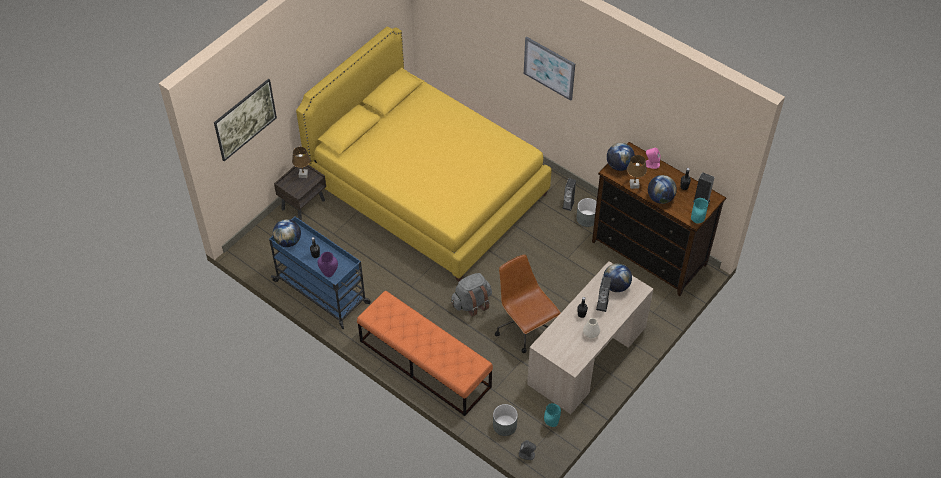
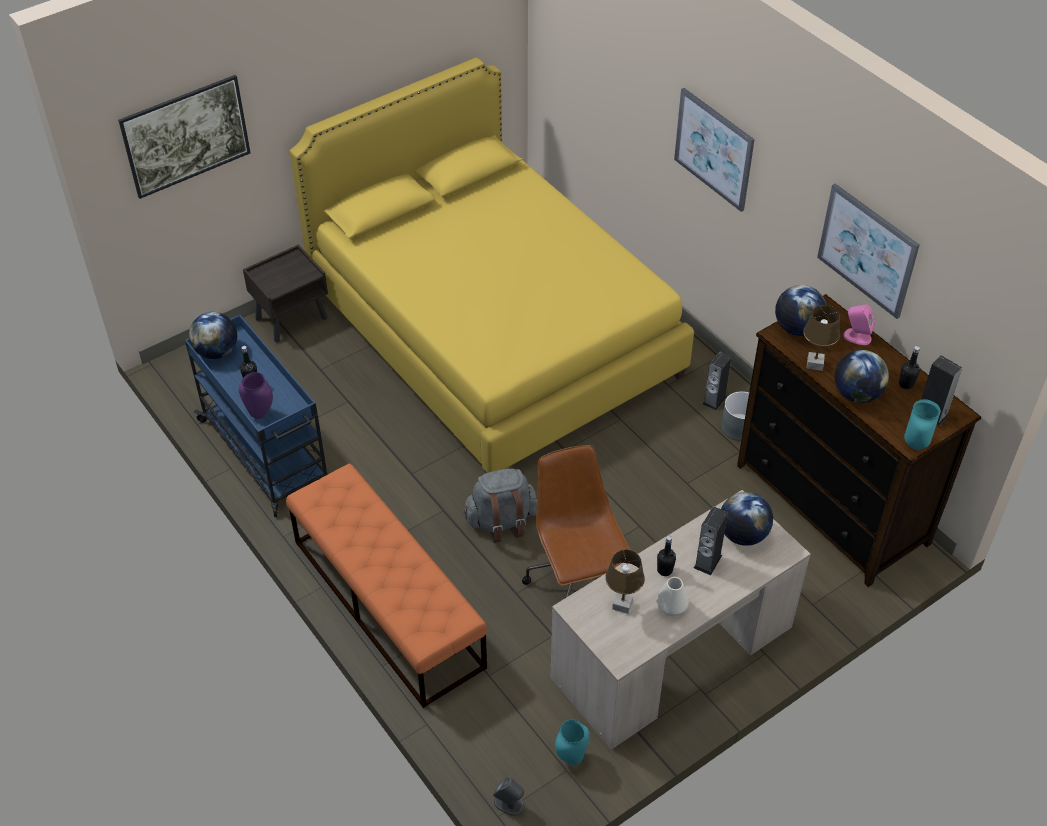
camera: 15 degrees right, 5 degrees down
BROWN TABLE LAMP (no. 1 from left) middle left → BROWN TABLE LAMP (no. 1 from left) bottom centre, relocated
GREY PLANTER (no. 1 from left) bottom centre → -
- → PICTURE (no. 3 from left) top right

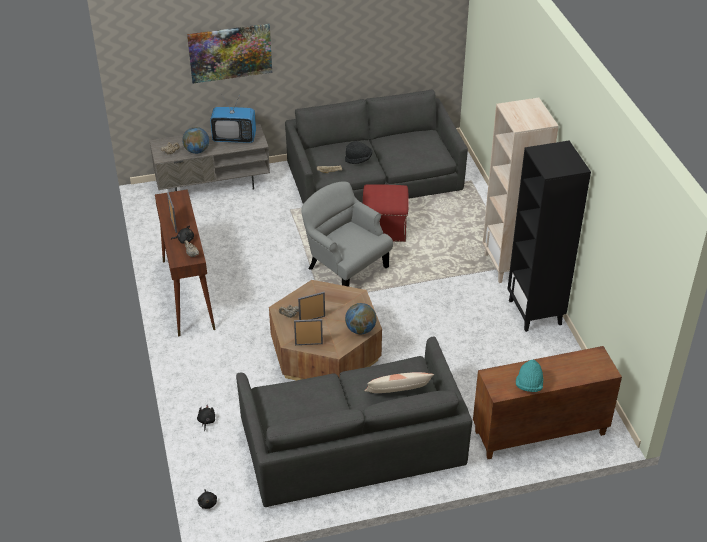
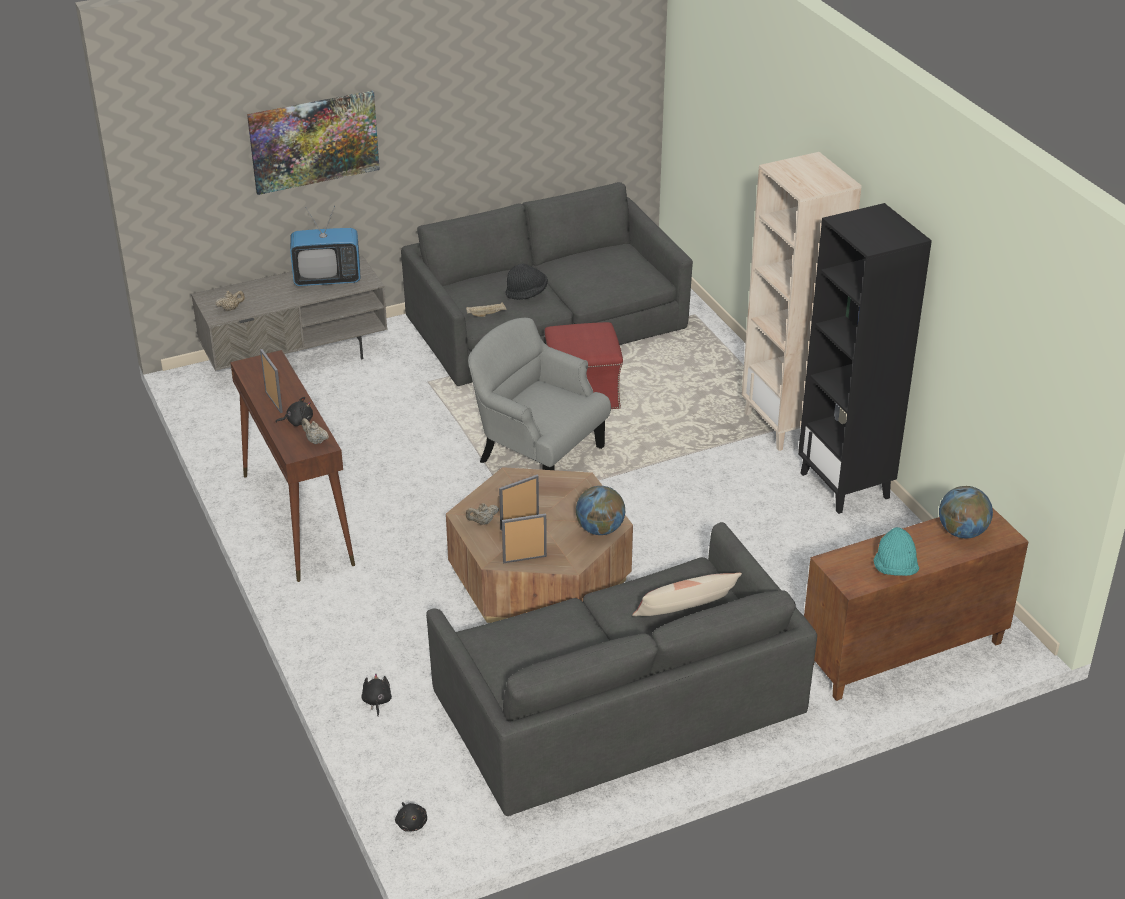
camera: 10 degrees left, 5 degrees down
GLOBE (no. 1 from left in the first image) top left → GLOBE (no. 2 from left) middle right, relocated

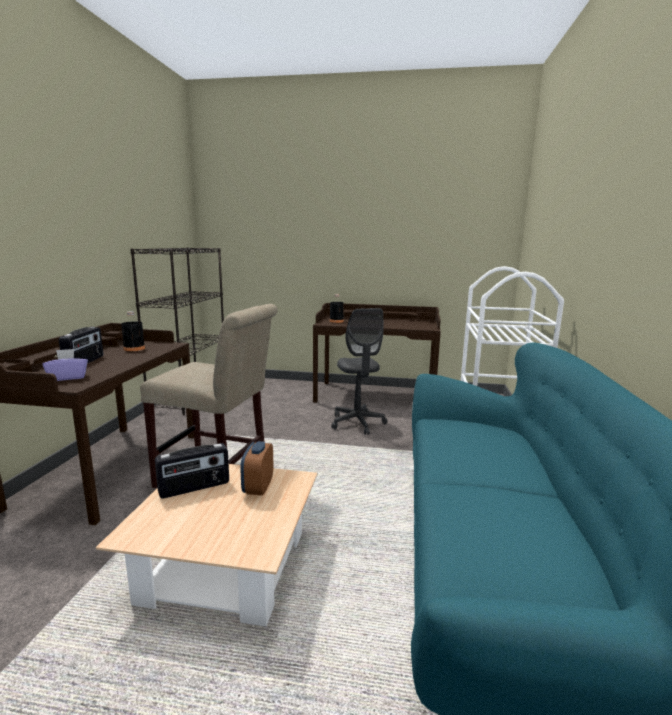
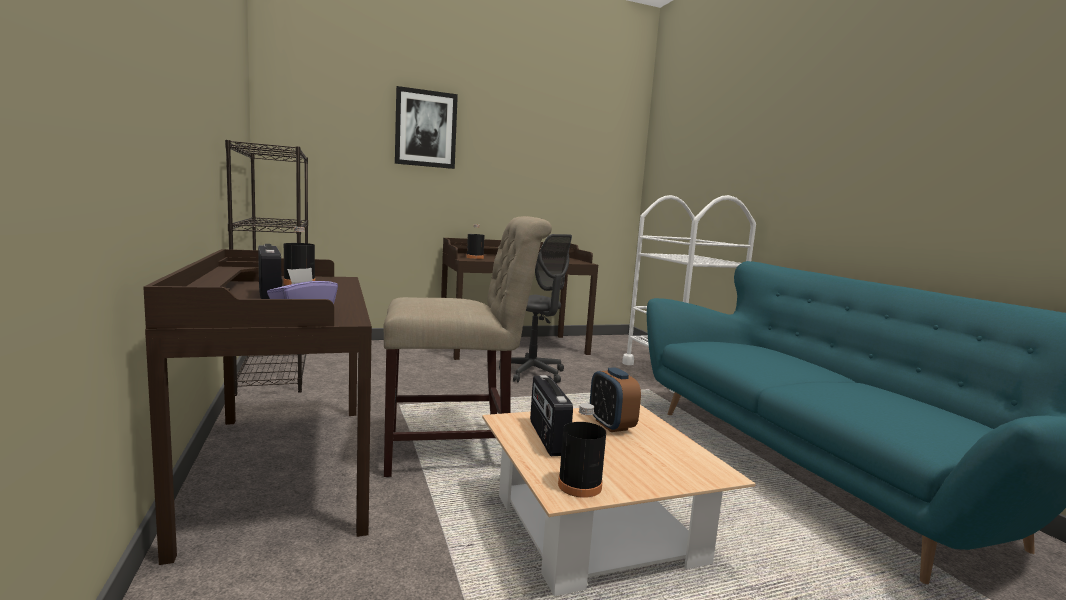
camera: 30 degrees left, 5 degrees down
RADIO (no. 2 from left) middle left → RADIO (no. 2 from left) bottom centre, 135 degrees clockwise
- → PICTURE top centre
- → BLACK BOTTLE (no. 3 from left) bottom centre

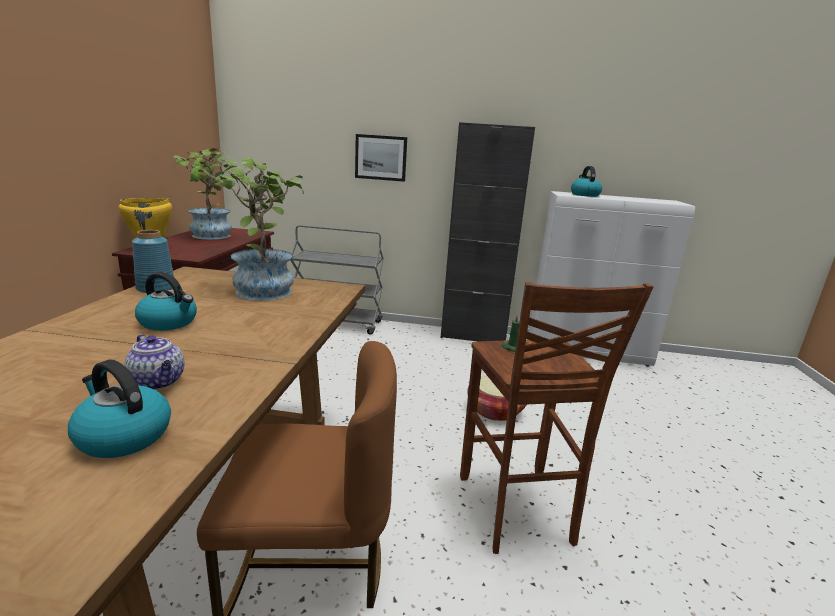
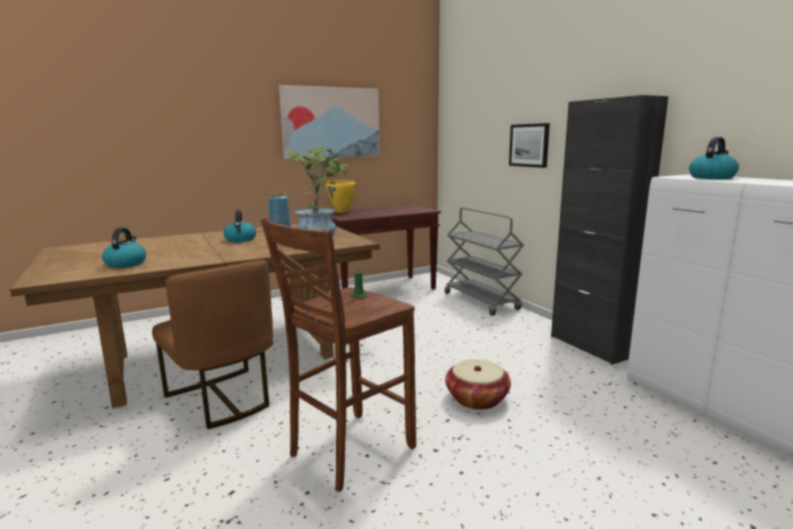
camera: 55 degrees right, 5 degrees down
POTTED PLANT (no. 1 from left) top left → -
TEAPOT middle left → -
- → PICTURE (no. 1 from left) top centre

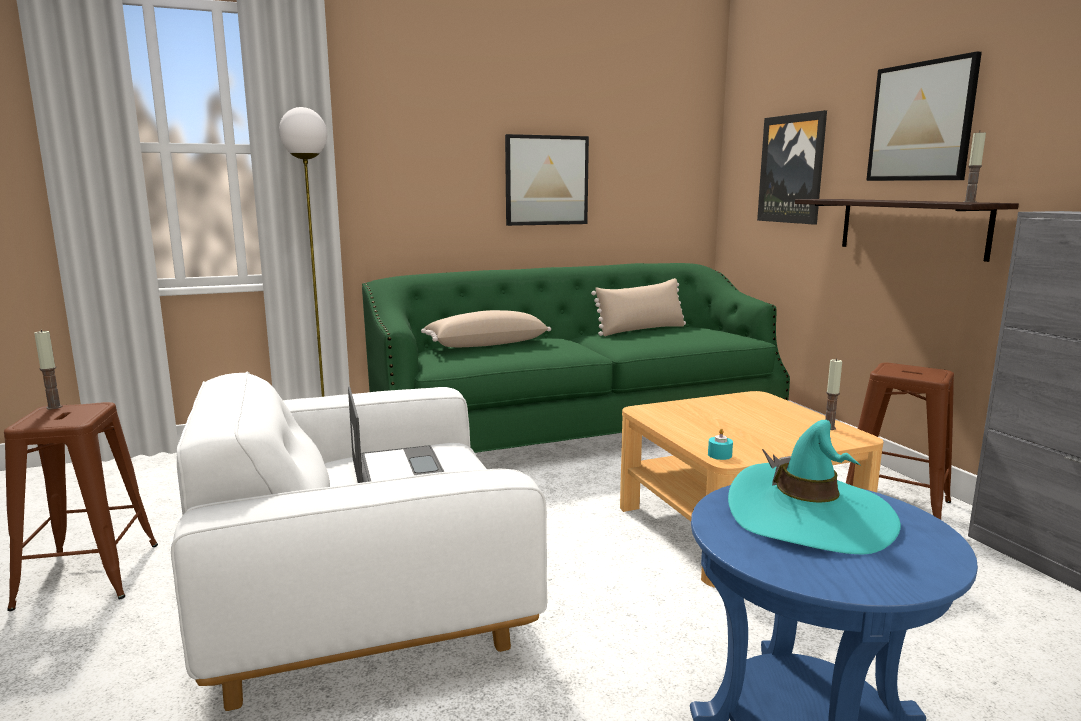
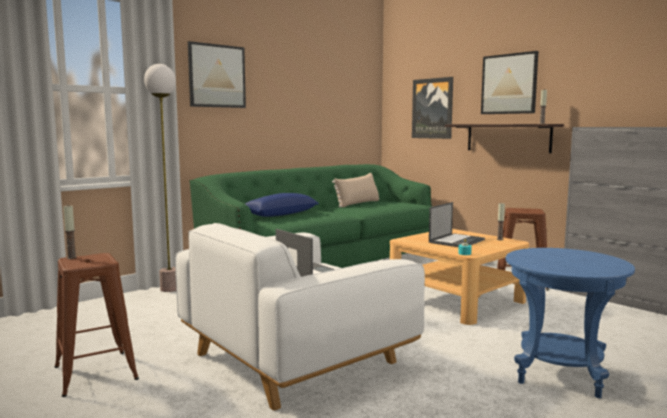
camera: 20 degrees left, 5 degrees down
PICTURE (no. 1 from left) top centre → PICTURE (no. 1 from left) top left, relocated
BEIGE PILLOW (no. 1 from left) centre → BLUE PILLOW centre
TURQUOISE HAT bottom right → -
- → LAPTOP (no. 2 from left) middle right

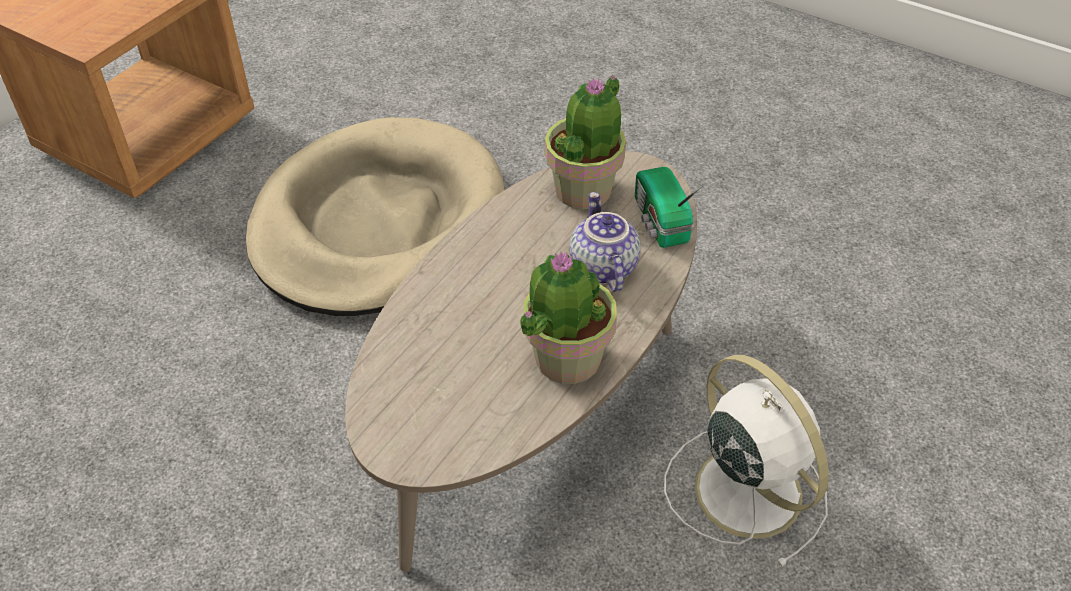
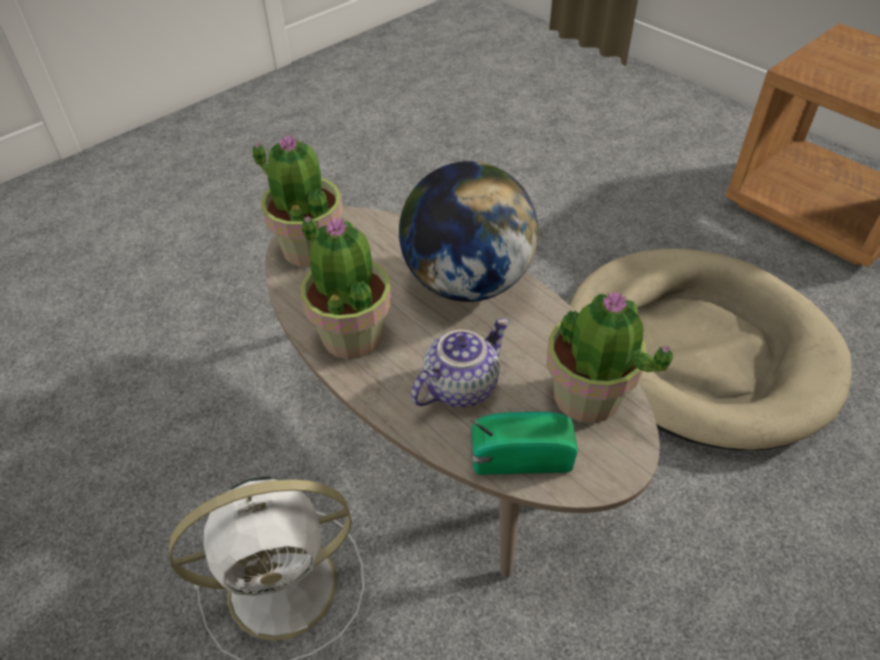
camera: 105 degrees right, 0 degrees up
TEAPOT centre, 45 degrees counterclockwise
- → POTTED PLANT (no. 1 from left) top centre
- → GLOBE centre

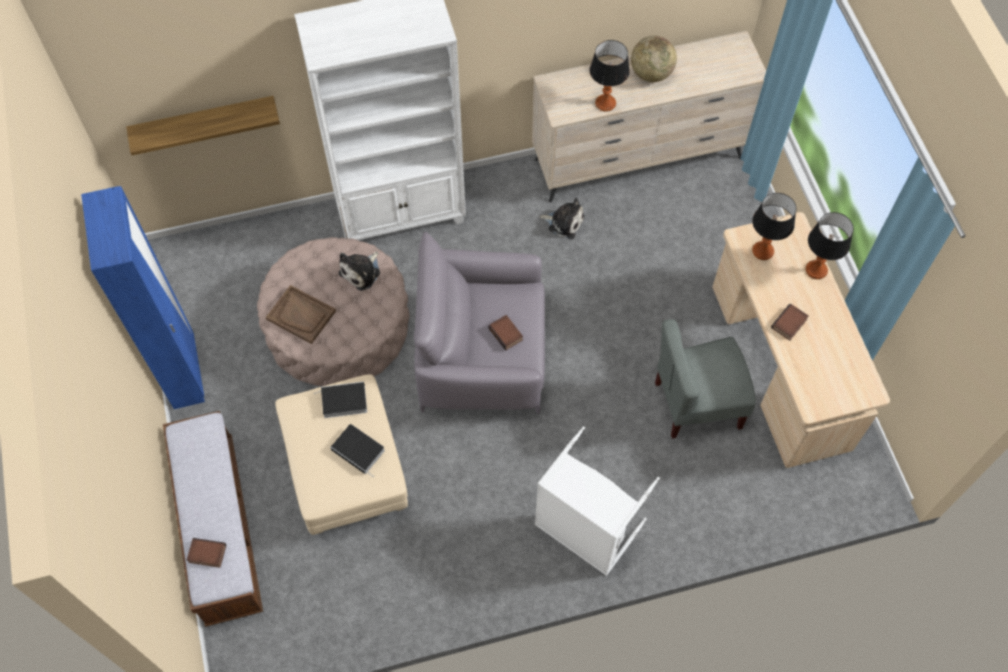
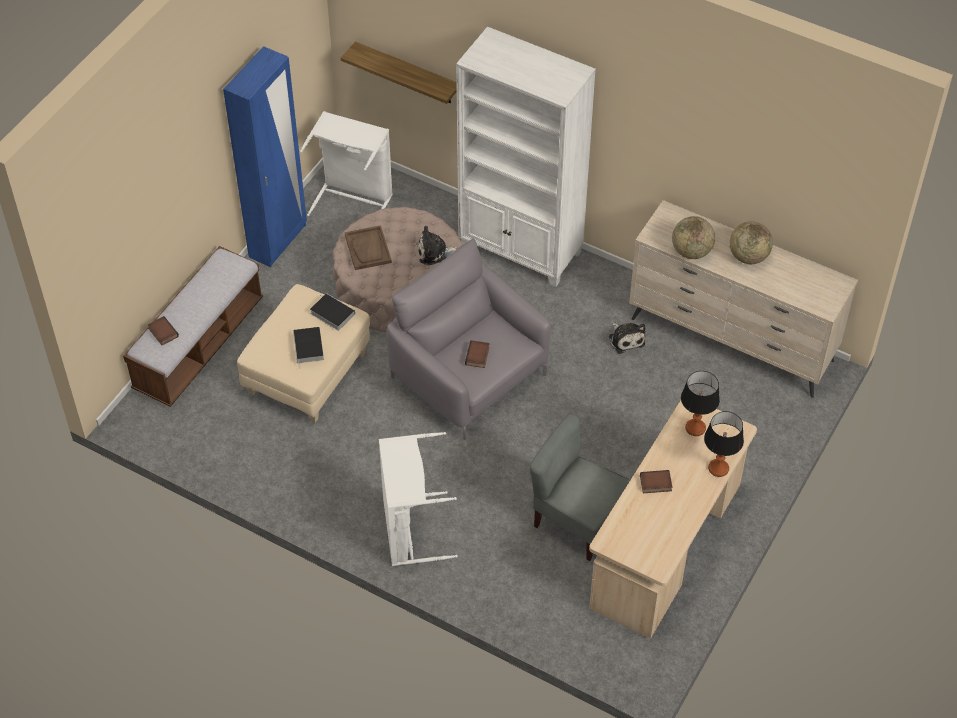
camera: 45 degrees right, 10 degrees down
TABLE LAMP (no. 1 from left) top centre → GLOBE (no. 1 from left) top right
- → WHITE LAUNDRY BASKET (no. 1 from left) top centre

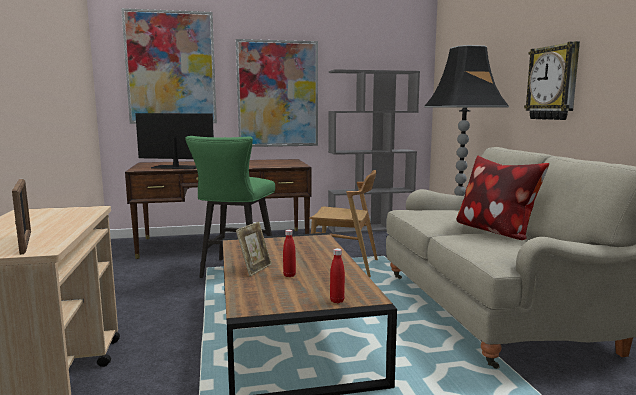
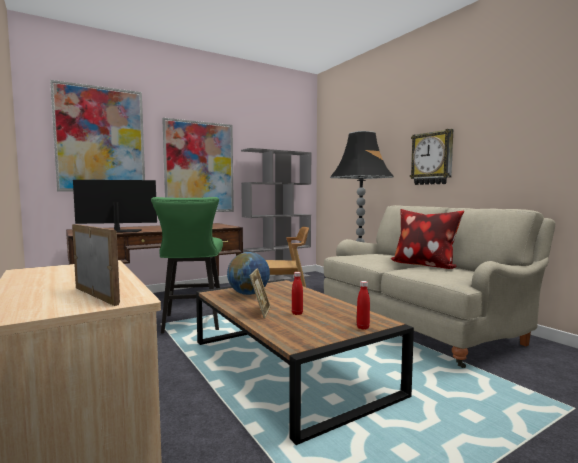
camera: 20 degrees left, 5 degrees down
- → GLOBE centre

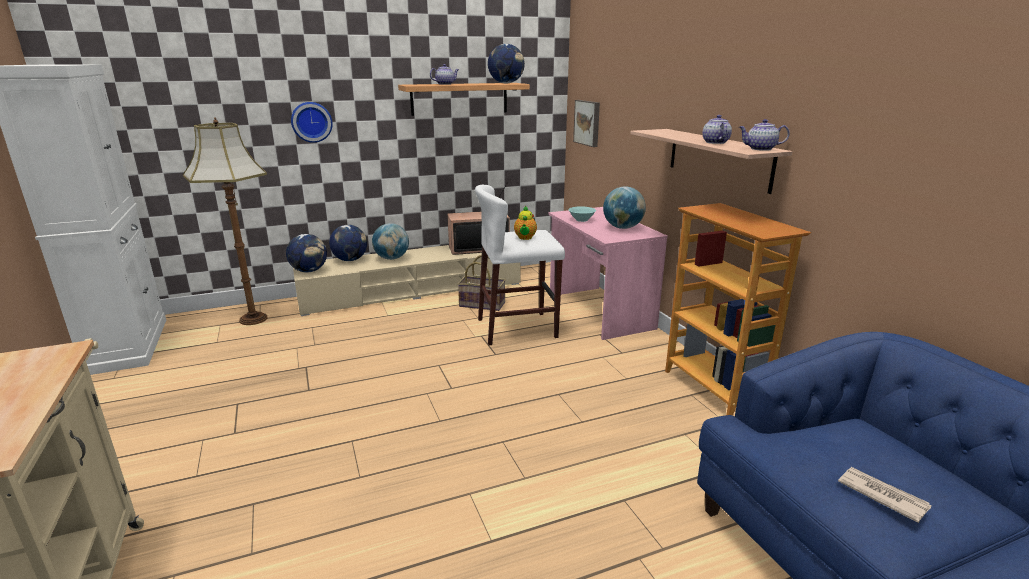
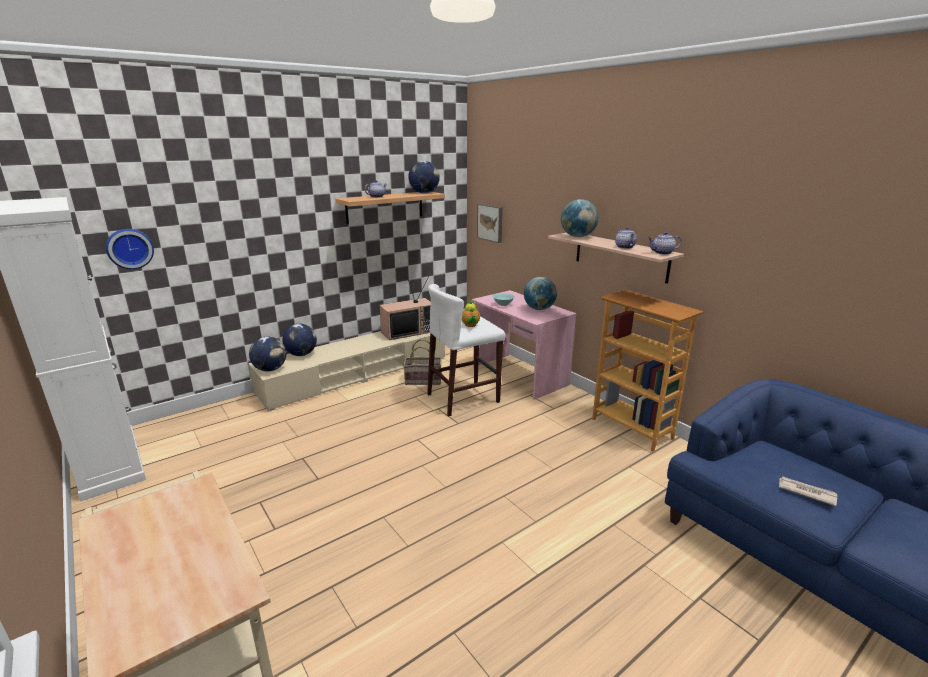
camera: 15 degrees left, 0 degrees up
WALL CLOCK top left → WALL CLOCK middle left, relocated
FLOOR LAMP middle left → -
GLOBE (no. 3 from left in the first image) centre → GLOBE (no. 5 from left) top centre, relocated

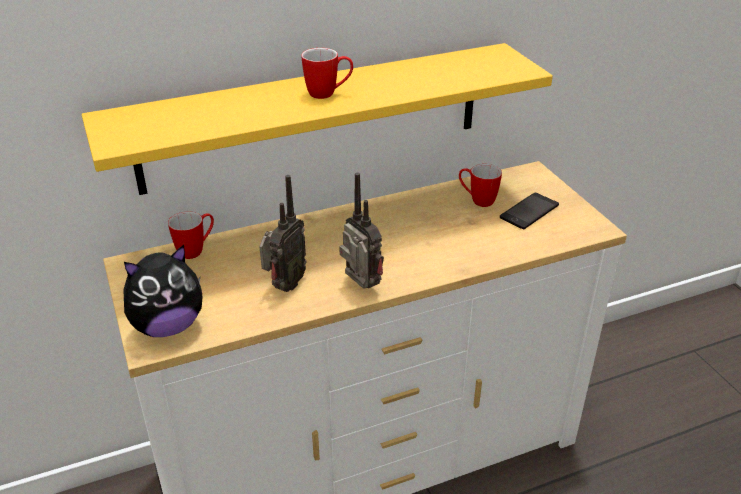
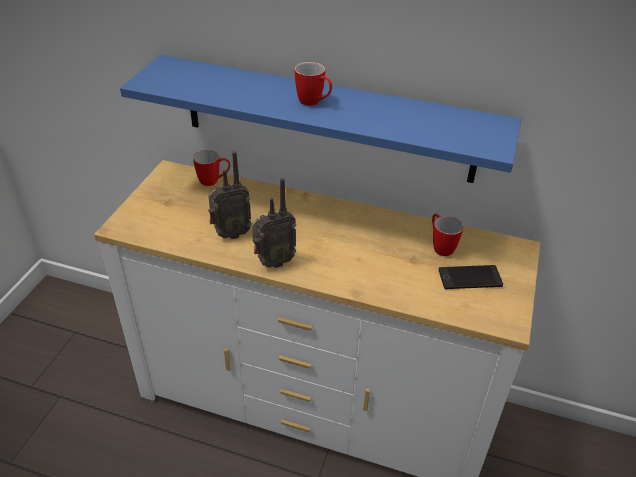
camera: 40 degrees right, 5 degrees up
YELLOW SHELF top centre → BLUE SHELF top centre
RADIO (no. 2 from left) centre, 60 degrees clockwise
PLUSH TOY middle left → -

